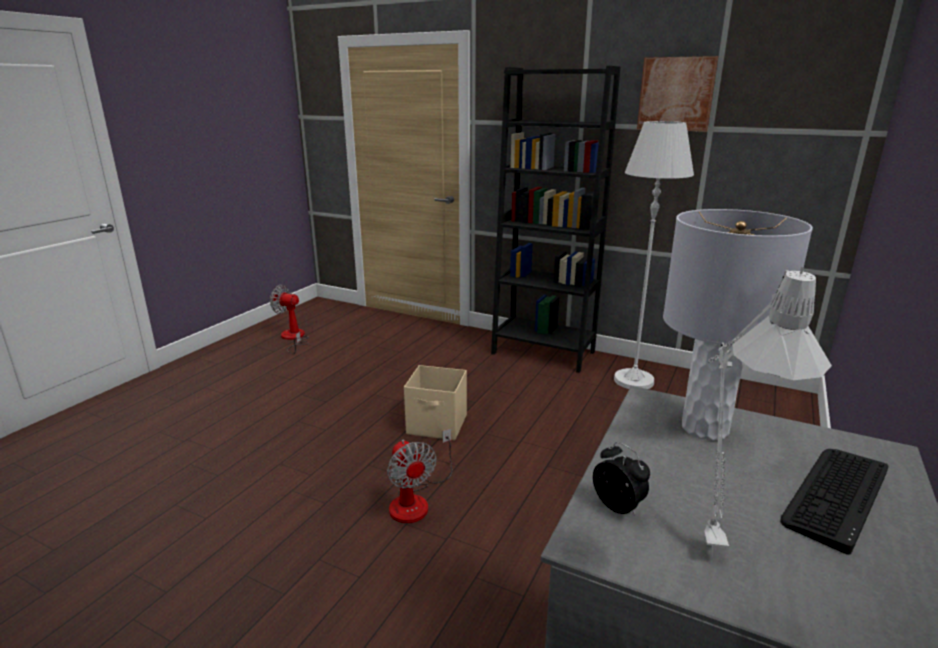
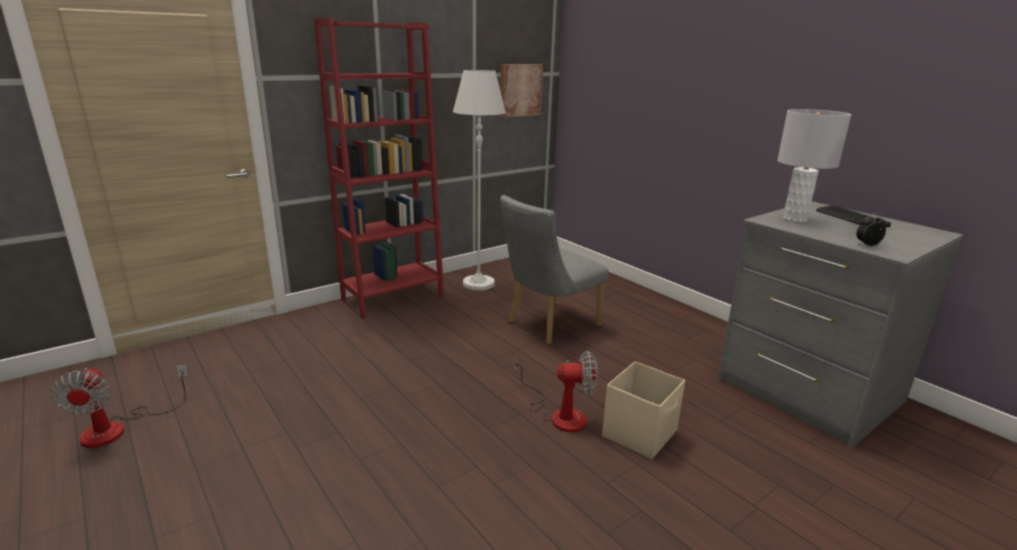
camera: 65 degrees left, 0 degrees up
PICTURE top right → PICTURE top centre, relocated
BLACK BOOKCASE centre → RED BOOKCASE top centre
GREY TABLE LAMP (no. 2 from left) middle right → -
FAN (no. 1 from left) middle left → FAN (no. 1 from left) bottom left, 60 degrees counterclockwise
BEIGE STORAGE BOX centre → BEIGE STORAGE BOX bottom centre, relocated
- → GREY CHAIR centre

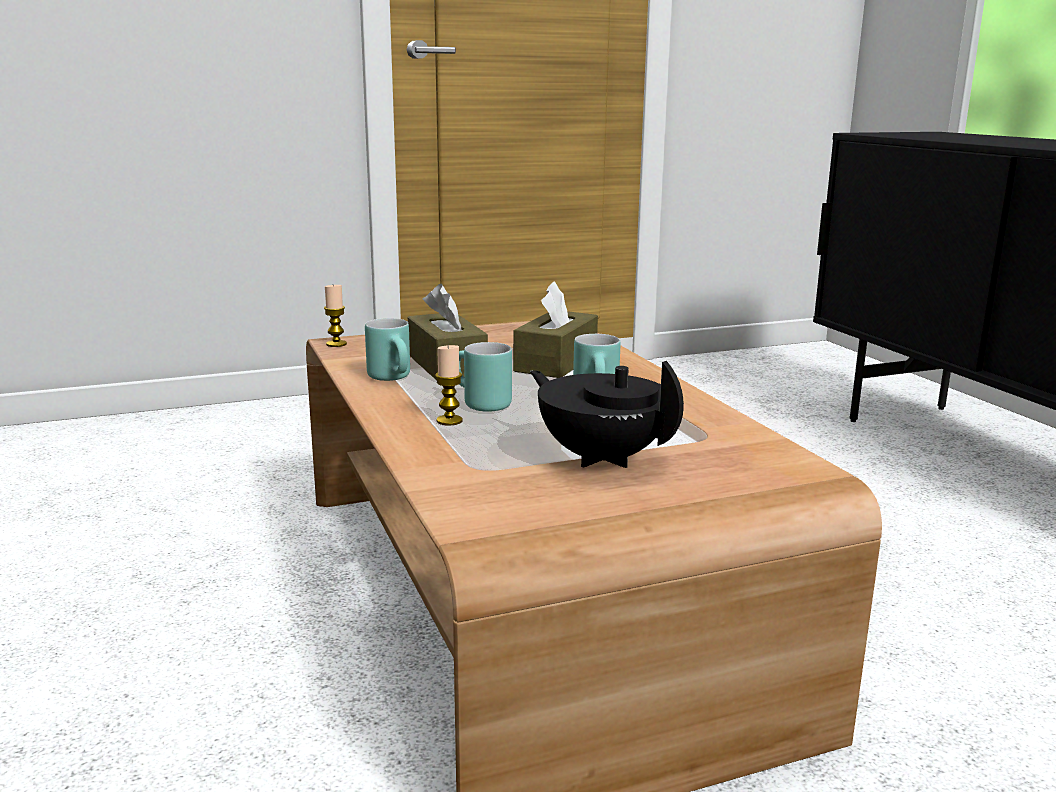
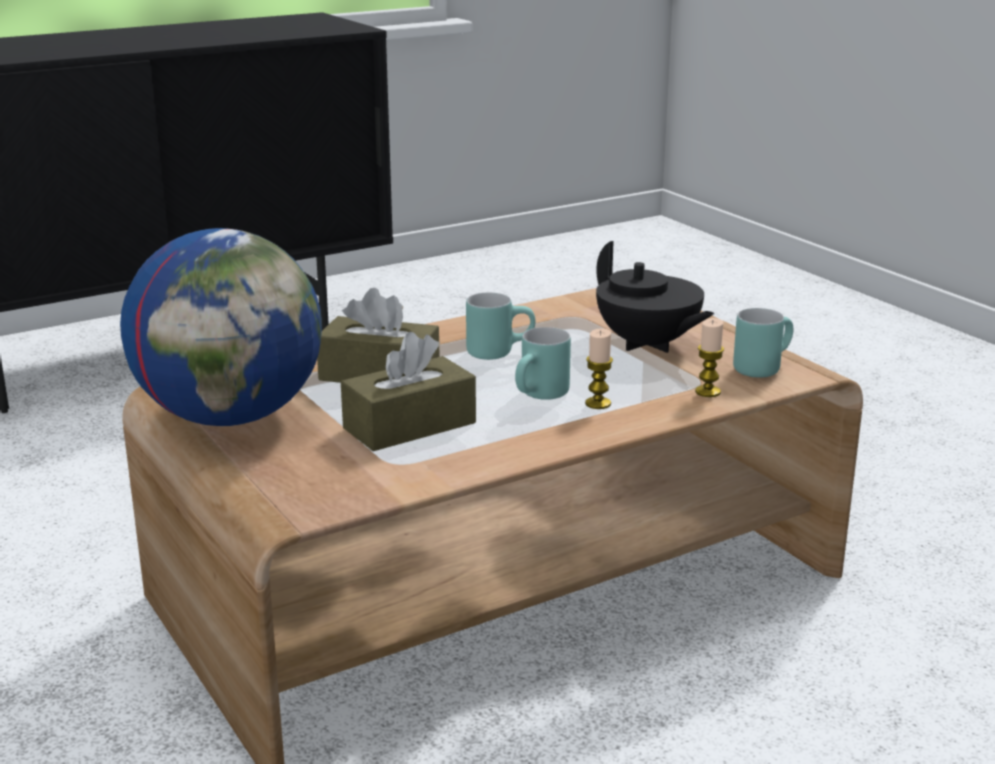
camera: 100 degrees left, 5 degrees up
CANDLE (no. 1 from left in the first image) middle left → CANDLE (no. 2 from left) middle right, relocated
TURQUOISE MUG (no. 1 from left in the first image) centre → TURQUOISE MUG (no. 3 from left) middle right, relocated
BLACK TEAPOT centre, 75 degrees counterclockwise
- → GLOBE middle left

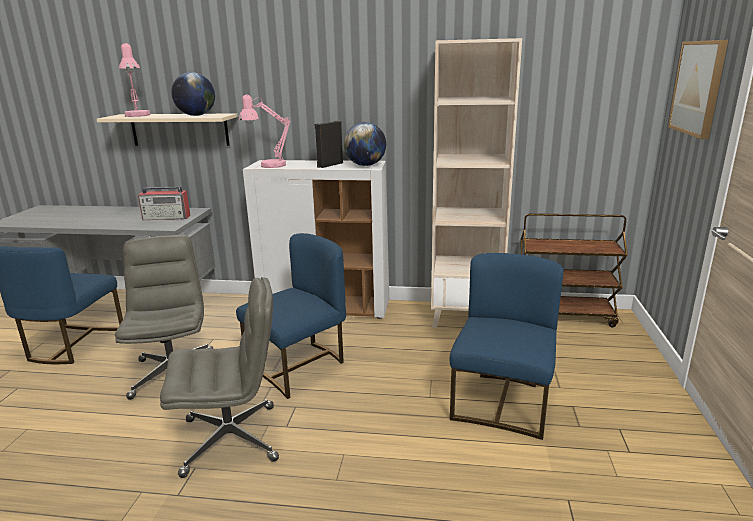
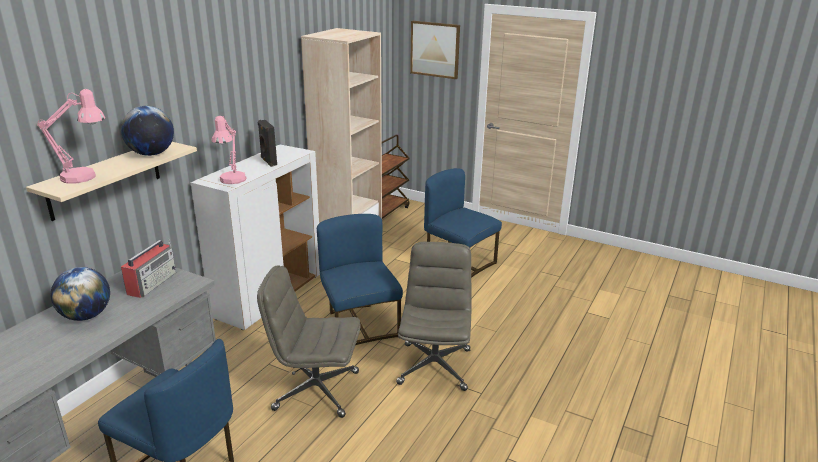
camera: 70 degrees left, 5 degrees up
GLOBE (no. 2 from left in the first image) top centre → GLOBE (no. 1 from left) middle left, relocated

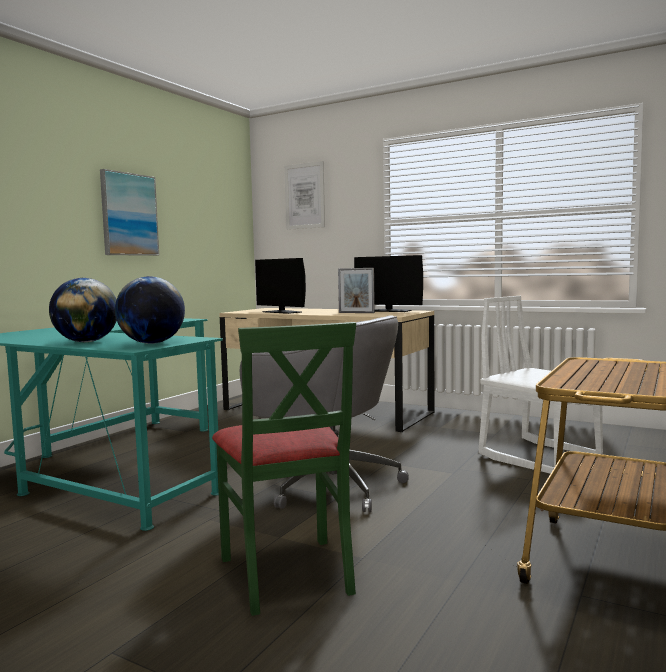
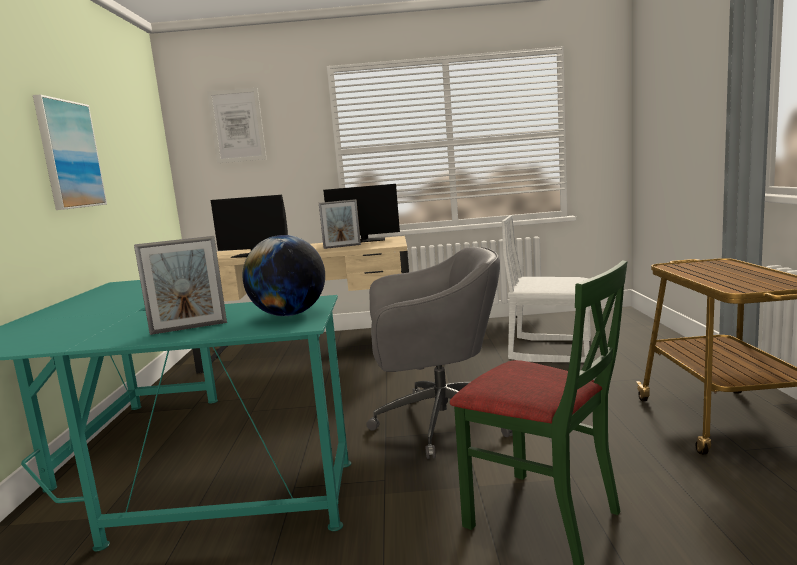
camera: 30 degrees left, 5 degrees up
GLOBE (no. 1 from left) middle left → PICTURE FRAME (no. 1 from left) middle left

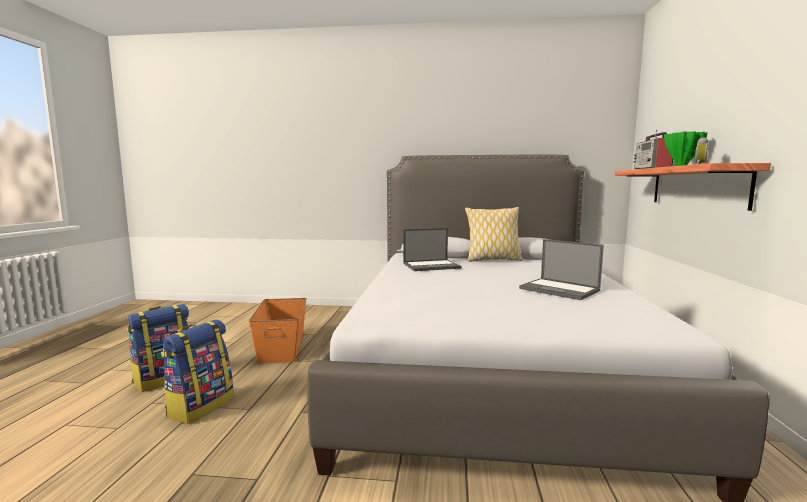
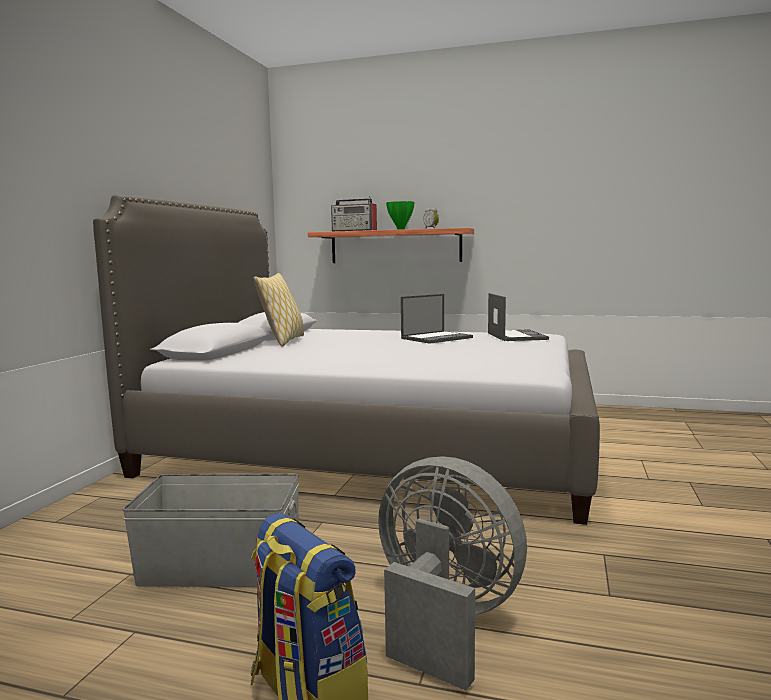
camera: 80 degrees left, 0 degrees up
LAPTOP (no. 1 from left in the first image) centre → LAPTOP (no. 2 from left) middle right, relocated
ORANGE STORAGE BOX centre → GREY STORAGE BOX bottom left
BACKPACK (no. 2 from left) bottom left → GREY FAN bottom centre

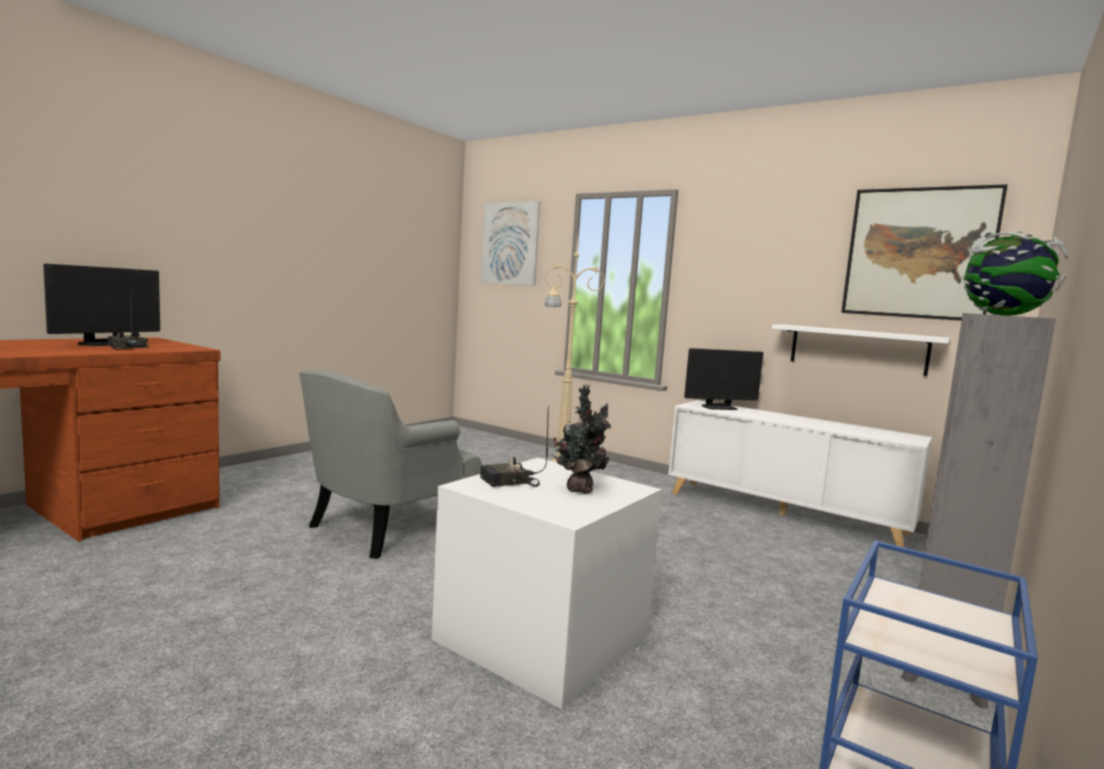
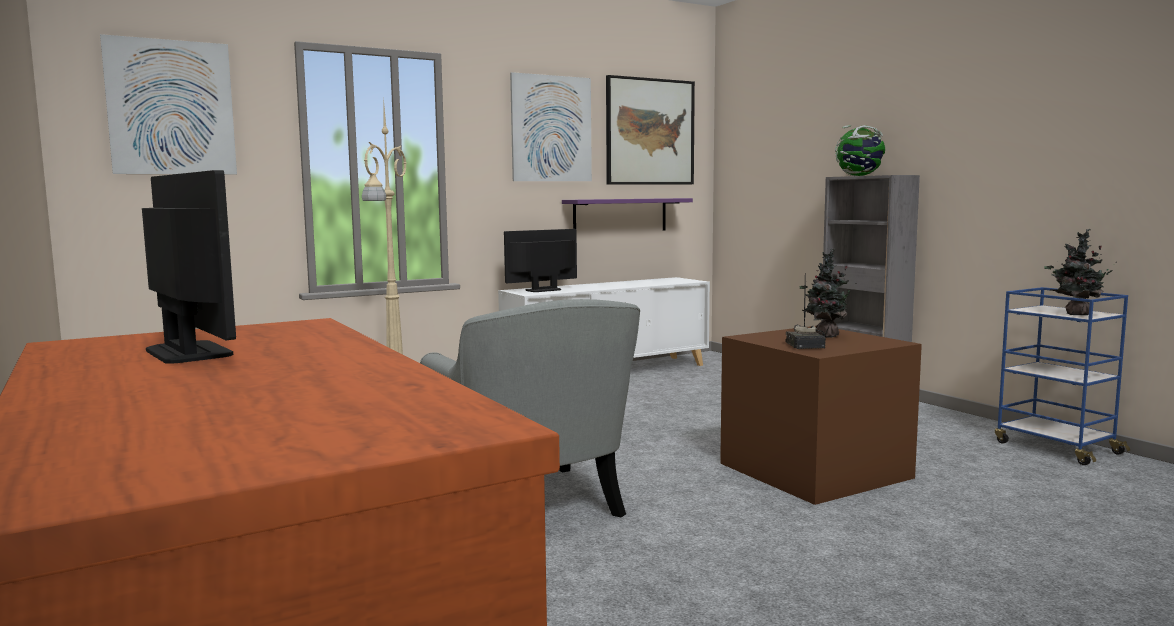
camera: 65 degrees left, 0 degrees up
RADIO (no. 1 from left) middle left → -
WHITE SHELF middle right → PURPLE SHELF centre
MONITOR (no. 2 from left) centre, 135 degrees counterclockwise
WHITE STORAGE BOX bottom centre → BROWN STORAGE BOX middle right
- → PICTURE (no. 2 from left) top centre
- → POTTED PLANT (no. 2 from left) middle right

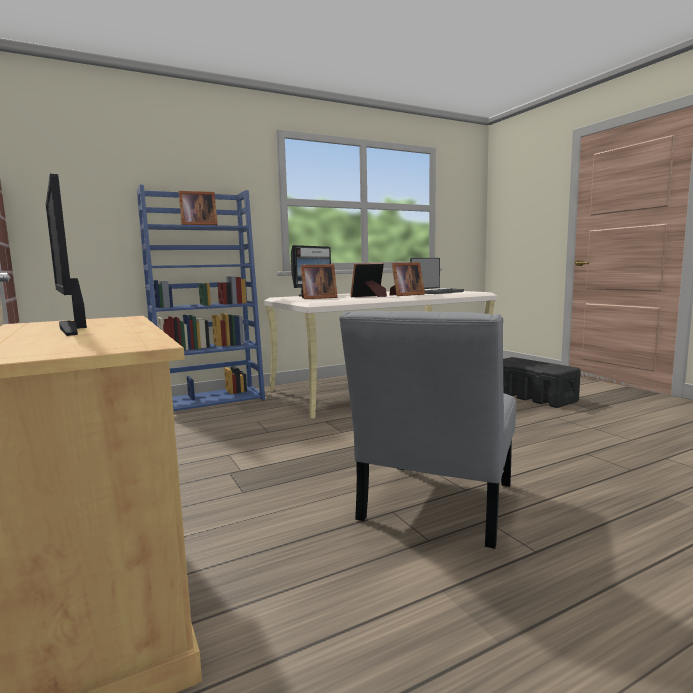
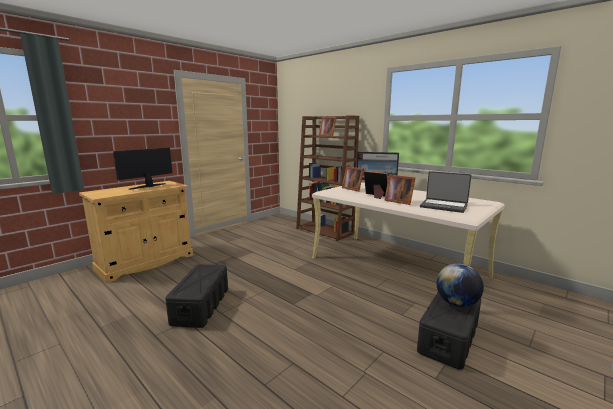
camera: 70 degrees right, 5 degrees up
BLUE BOOKCASE middle left → BROWN BOOKCASE centre
GREY CHAIR centre → BLACK STORAGE BOX (no. 1 from left) bottom left
- → GLOBE bottom right

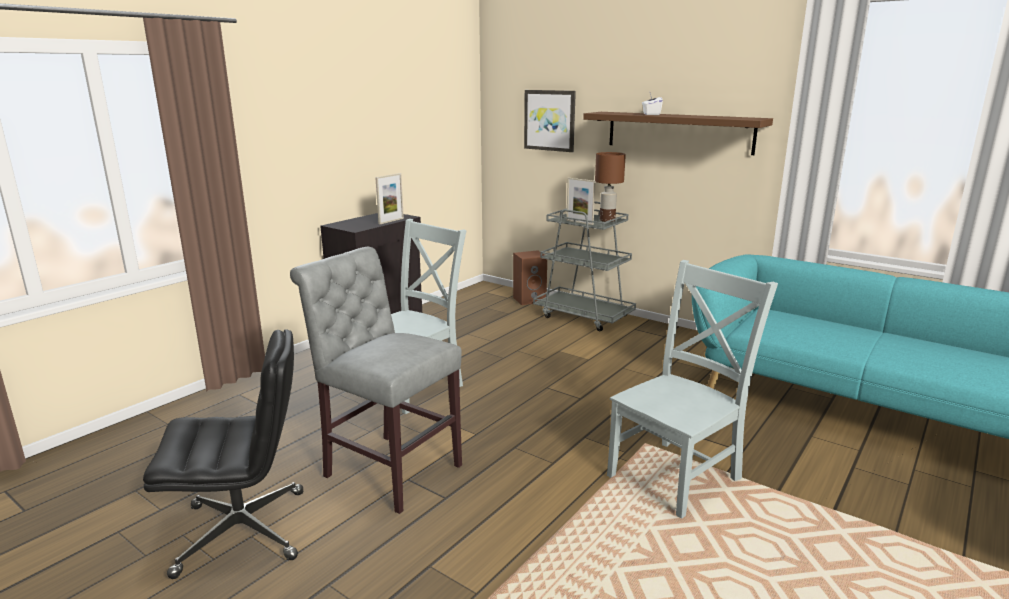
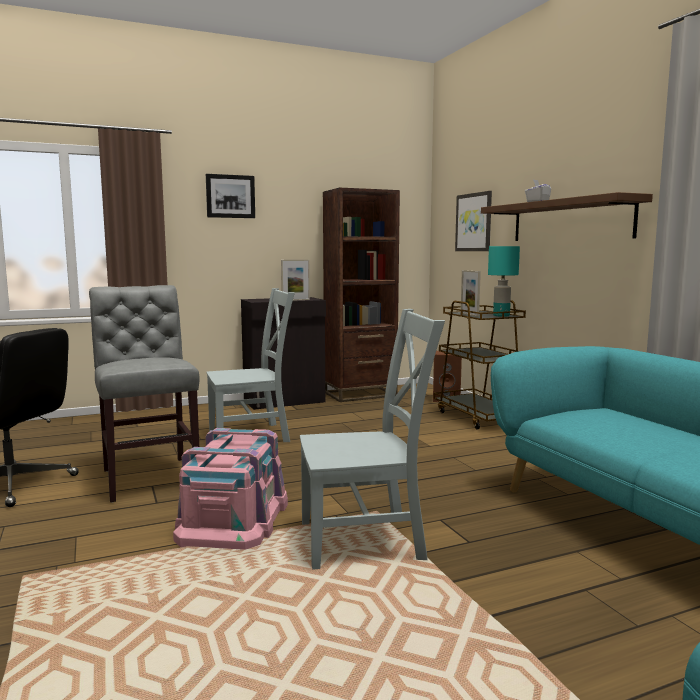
camera: 30 degrees right, 10 degrees down
BROWN TABLE LAMP top centre → TURQUOISE TABLE LAMP middle right
GREY CART centre → BROWN CART middle right
- → PICTURE (no. 1 from left) top left
- → BROWN BOOKCASE centre
- → PINK STORAGE BOX bottom left

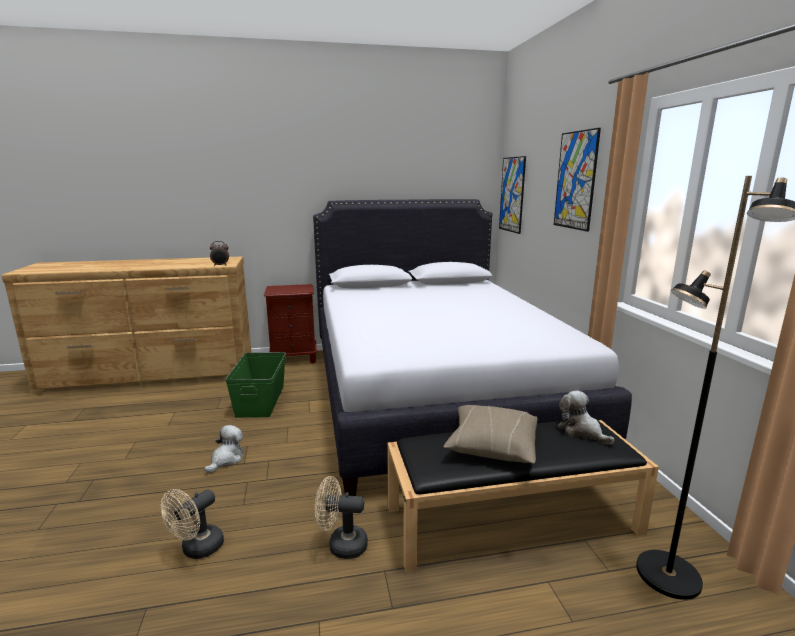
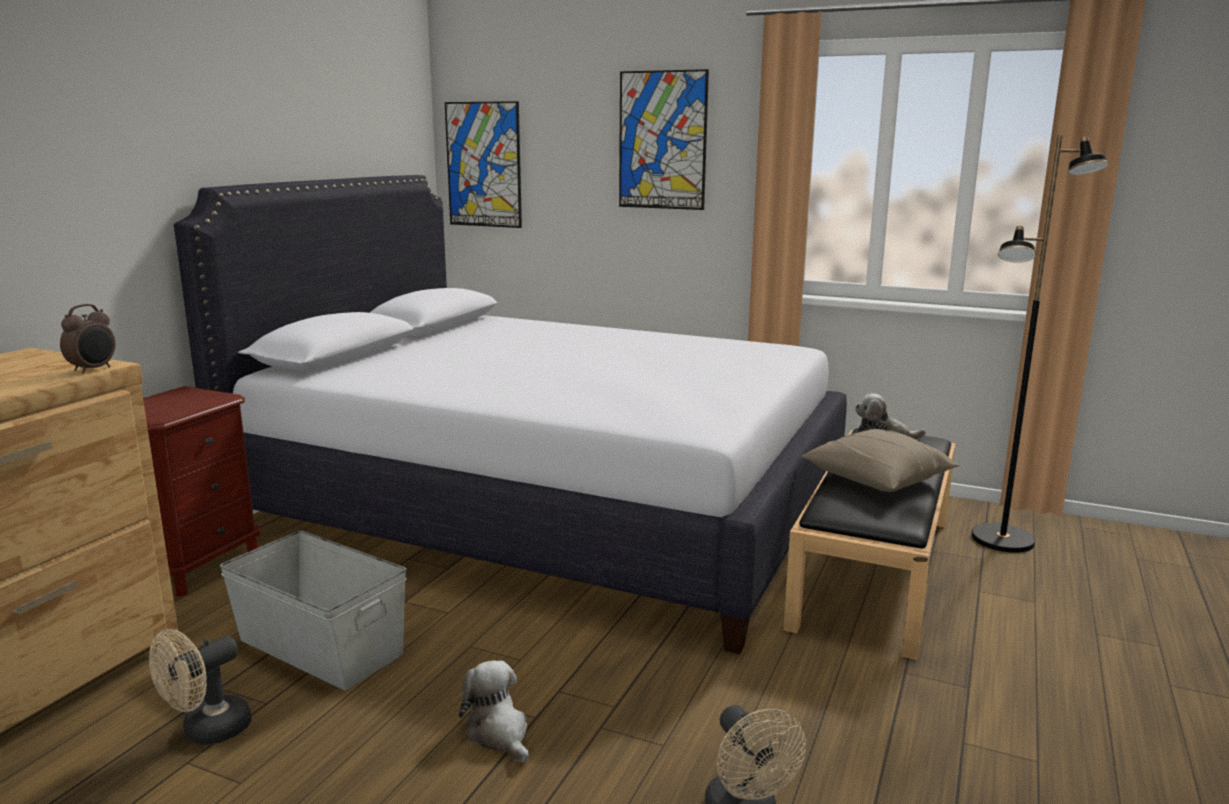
camera: 55 degrees left, 0 degrees up
GREEN STORAGE BOX middle left → GREY STORAGE BOX bottom left
BEIGE FAN (no. 2 from left in the first image) bottom centre → BEIGE FAN (no. 1 from left) bottom left, relocated

